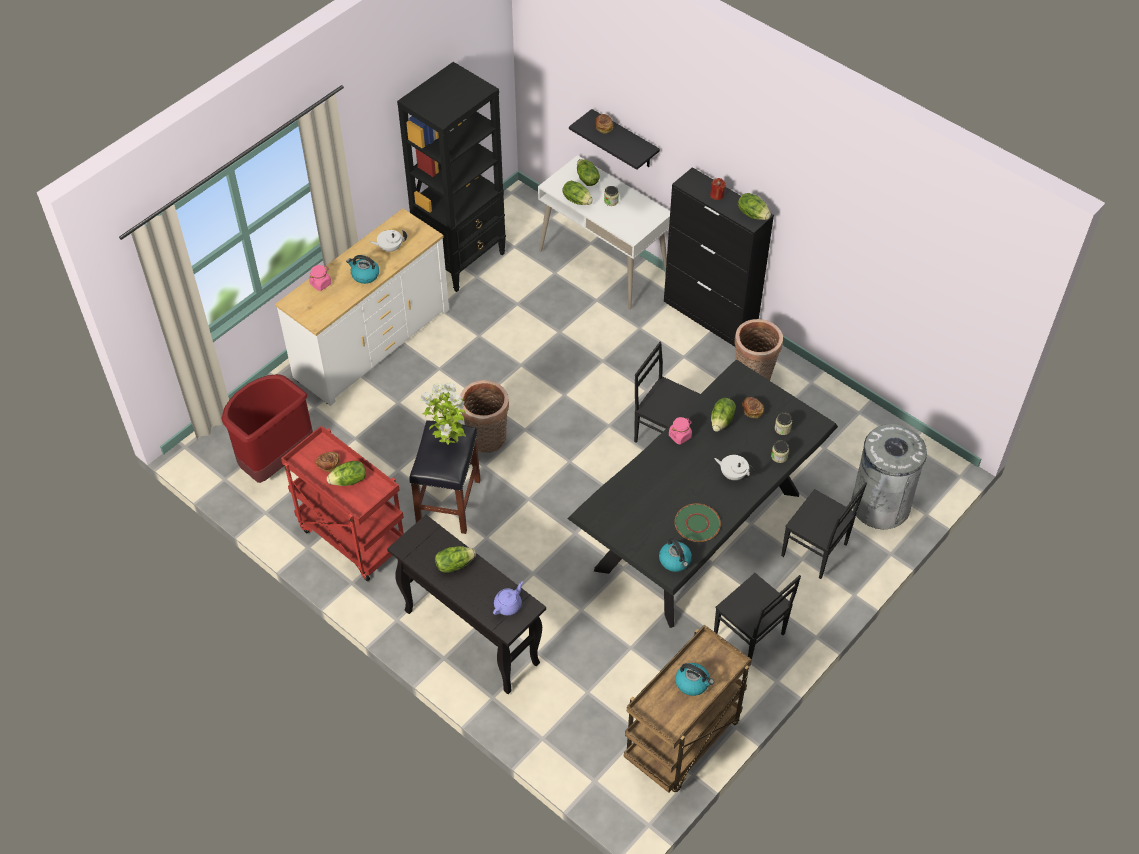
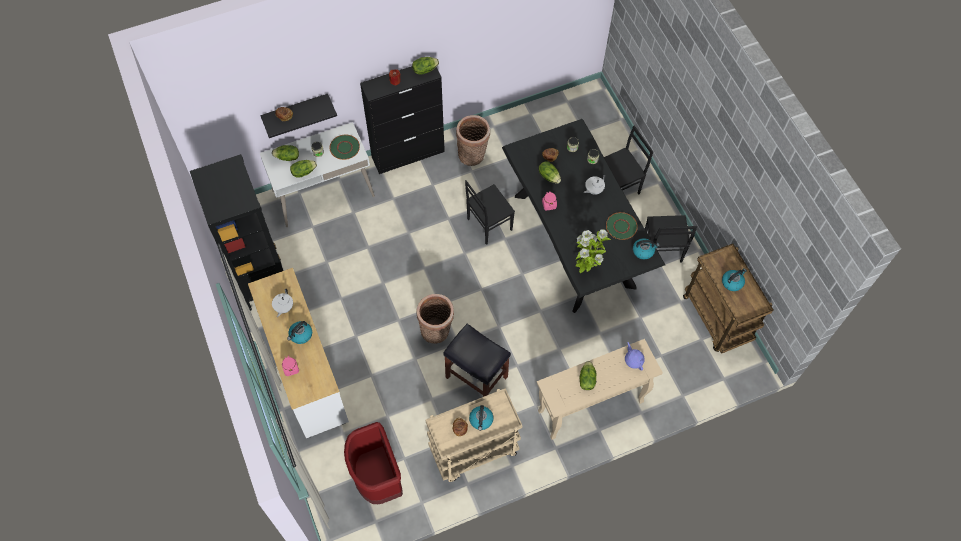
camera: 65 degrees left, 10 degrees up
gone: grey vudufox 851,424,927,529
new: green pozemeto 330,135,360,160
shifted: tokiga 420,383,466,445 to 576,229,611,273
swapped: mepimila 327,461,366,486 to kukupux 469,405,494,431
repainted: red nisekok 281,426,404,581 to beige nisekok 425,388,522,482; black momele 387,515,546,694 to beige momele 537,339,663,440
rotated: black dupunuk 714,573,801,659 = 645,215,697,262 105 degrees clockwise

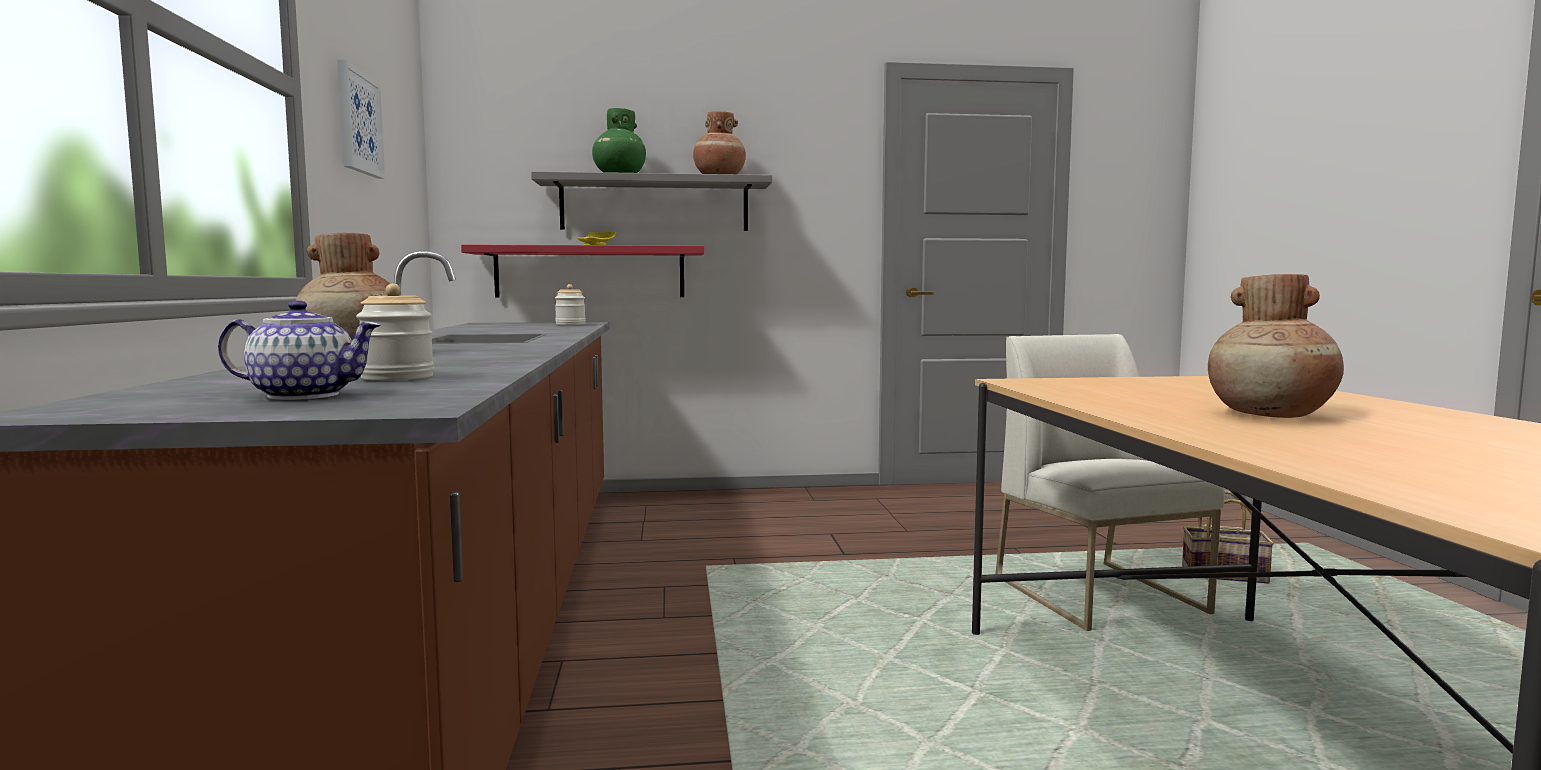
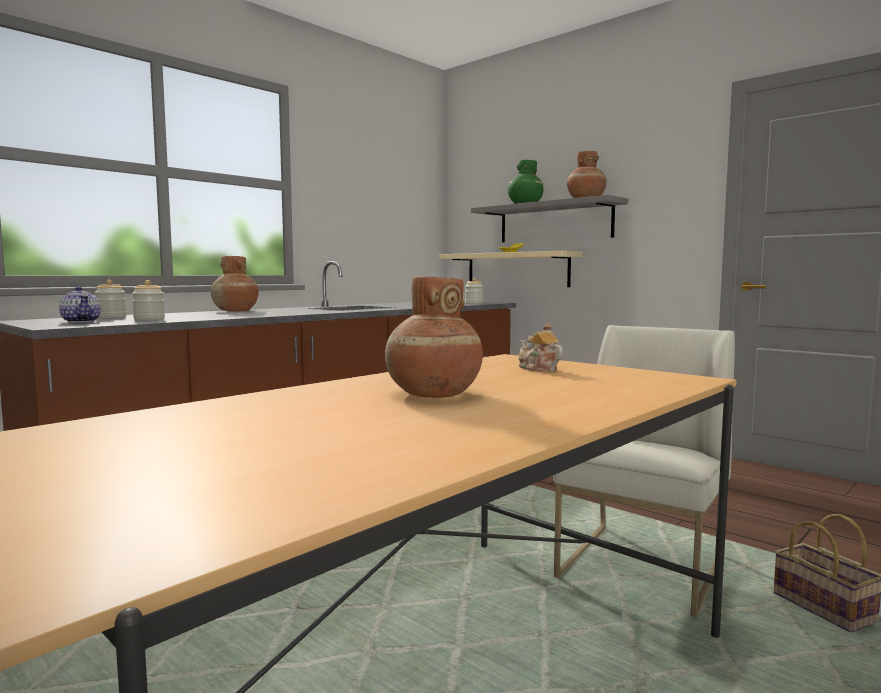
camera: 50 degrees right, 0 degrees up
gone: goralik 337,60,385,179
new: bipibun 94,280,127,318; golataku 518,323,563,372
repainted: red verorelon 461,244,704,297 to beige verorelon 439,251,583,287

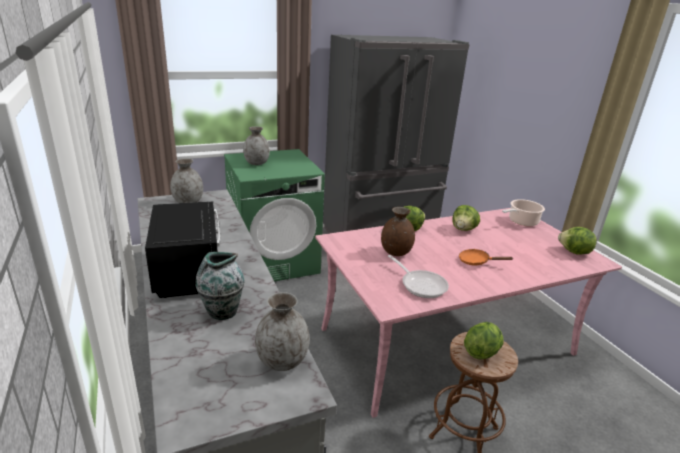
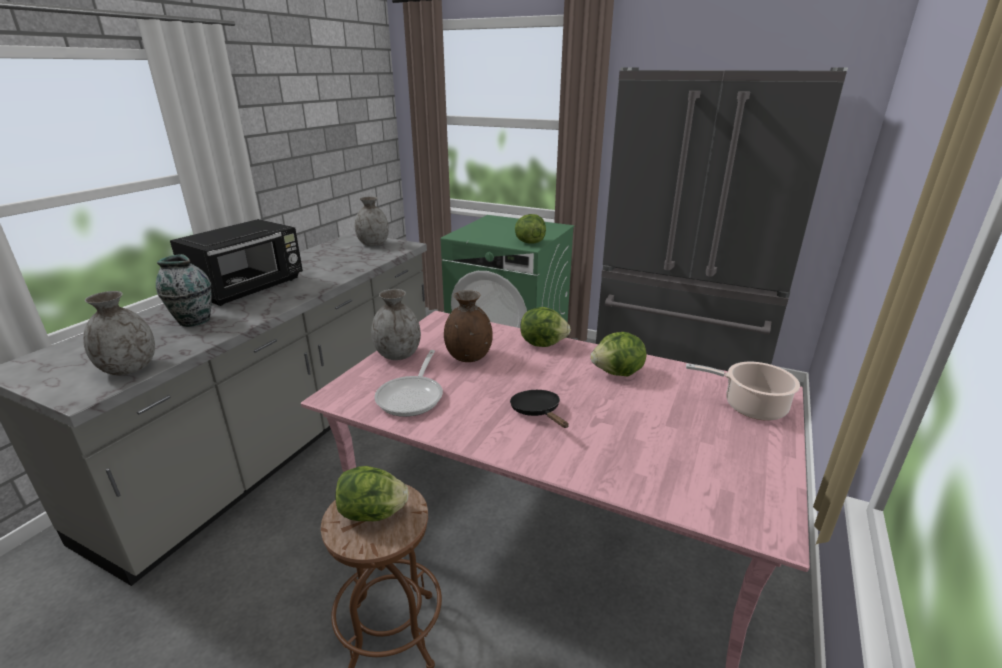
camera: 50 degrees right, 0 degrees up
shifted: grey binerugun 243,126,270,165 to 371,289,421,360; mepimila 558,227,597,255 to 515,214,546,244
repainted: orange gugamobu 459,249,514,265 to black gugamobu 510,390,569,428

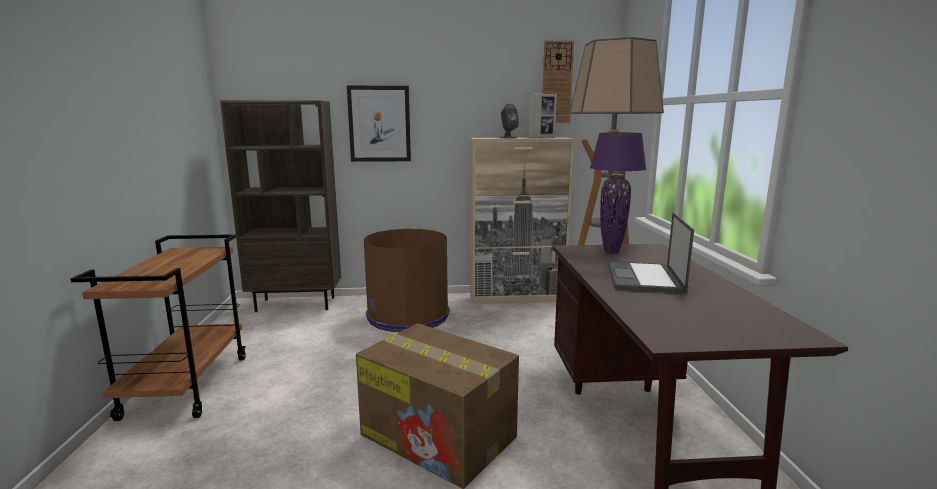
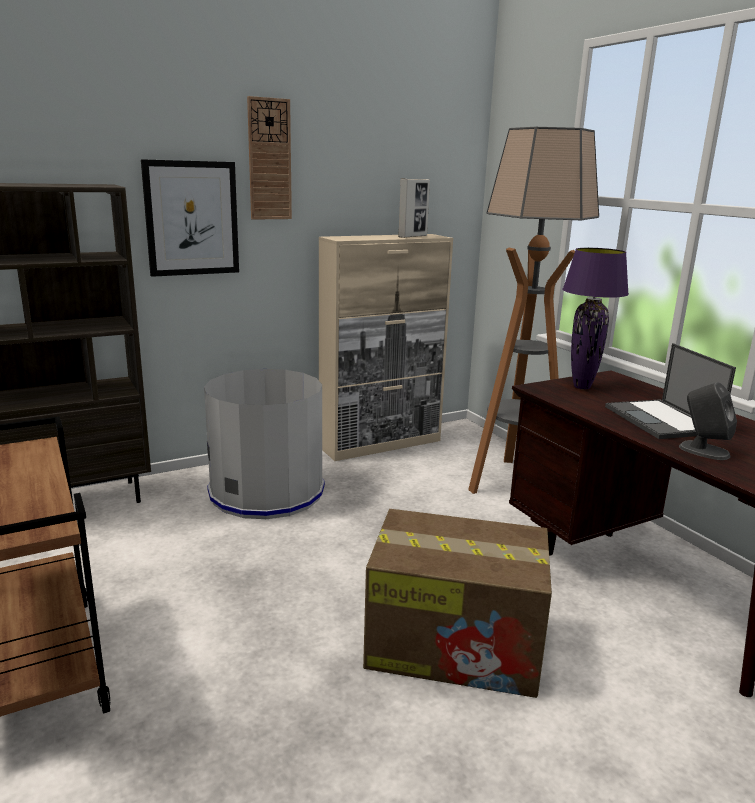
camera: 25 degrees left, 5 degrees up
shifted: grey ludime 500,103,519,138 to 679,382,737,460; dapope 542,40,574,123 to 247,96,292,220
repainted: brown vudufox 364,229,449,332 to grey vudufox 204,369,325,519

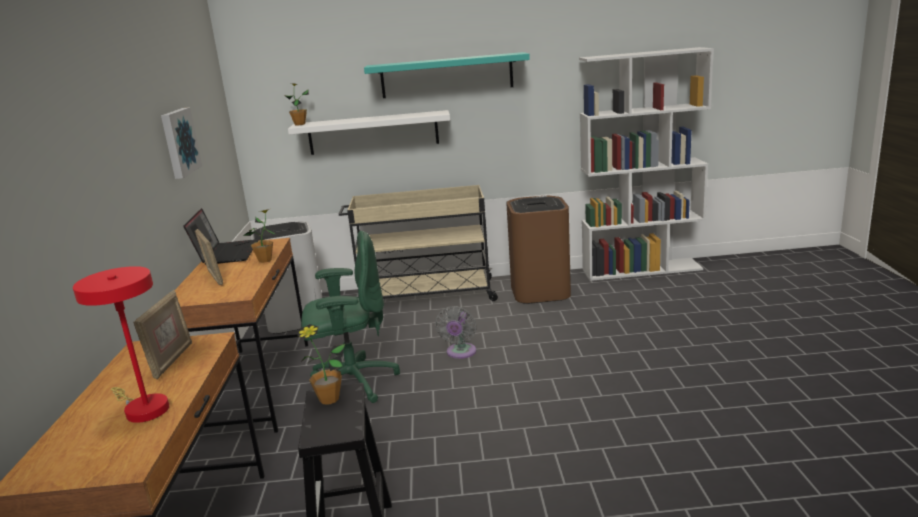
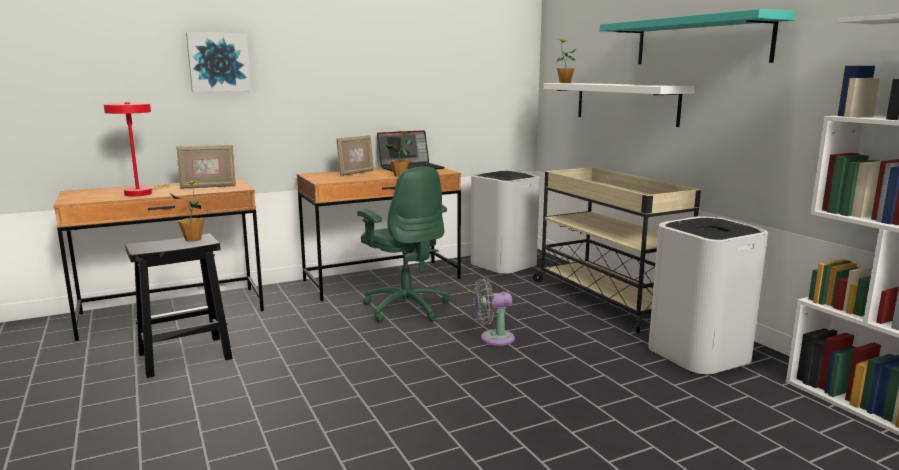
camera: 65 degrees right, 5 degrees down
shifted: goralik 161,107,202,179 to 186,32,251,92
repainted: brown vudufox 506,195,571,304 to white vudufox 648,216,768,375

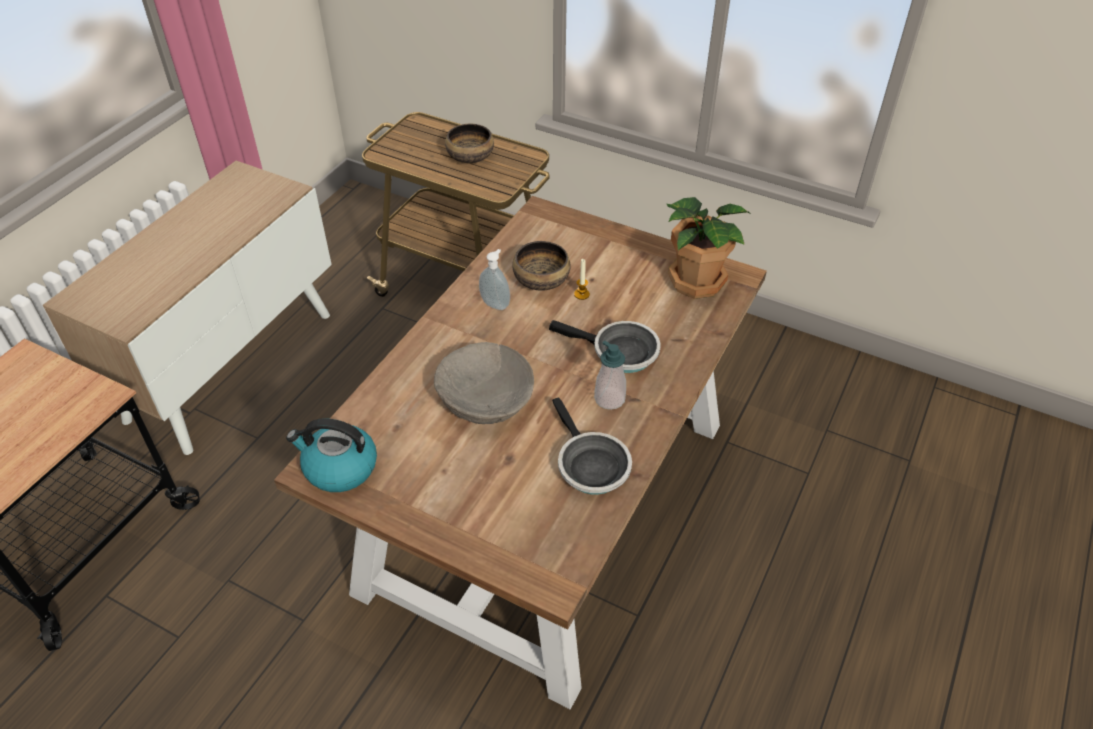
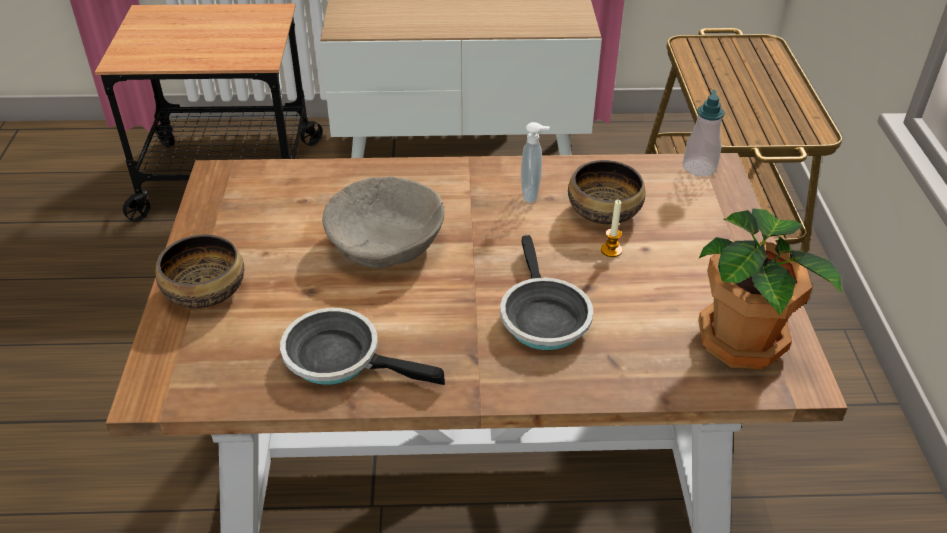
camera: 60 degrees right, 5 degrees down
gone: kukupux 286,418,377,492
shifted: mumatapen 445,124,494,163 to 155,234,244,308; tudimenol 594,341,626,410 to 683,90,725,176
rotated: gugamobu 552,397,632,495 = 280,308,445,385 75 degrees clockwise

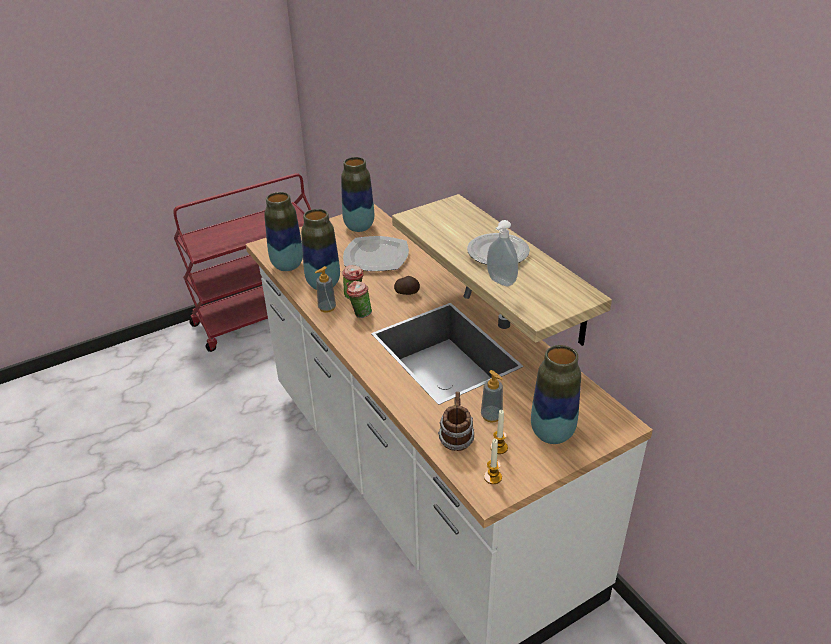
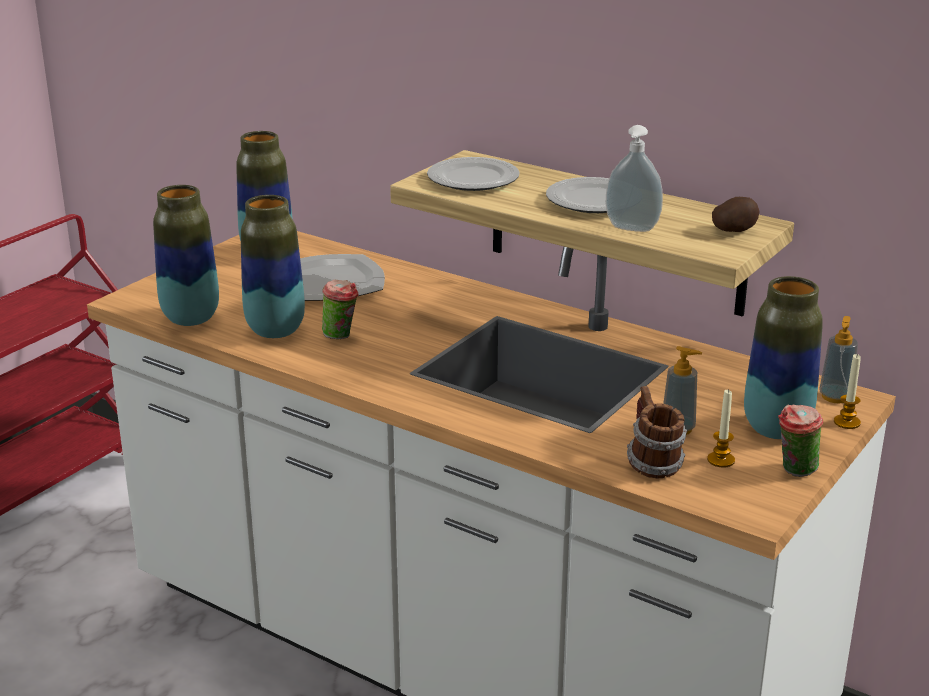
camera: 25 degrees left, 10 degrees down
new: pozemeto 427,157,520,191
shifted: tudimenol 315,266,336,313 to 819,316,858,403; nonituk 346,281,372,318 to 778,405,823,477; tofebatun 394,276,420,295 to 712,197,760,232; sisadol 484,439,502,484 to 834,354,861,429

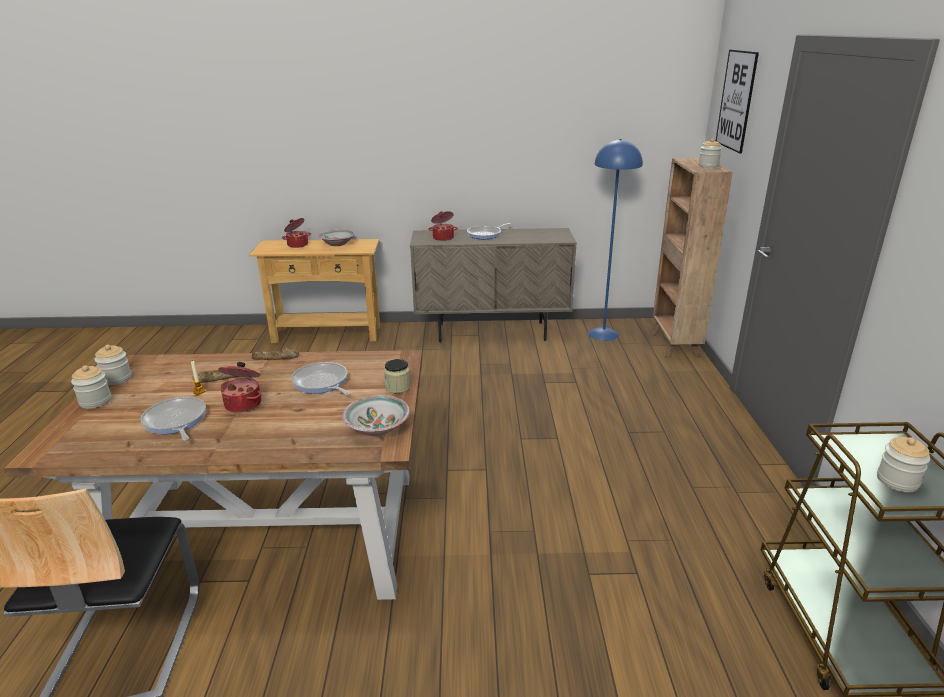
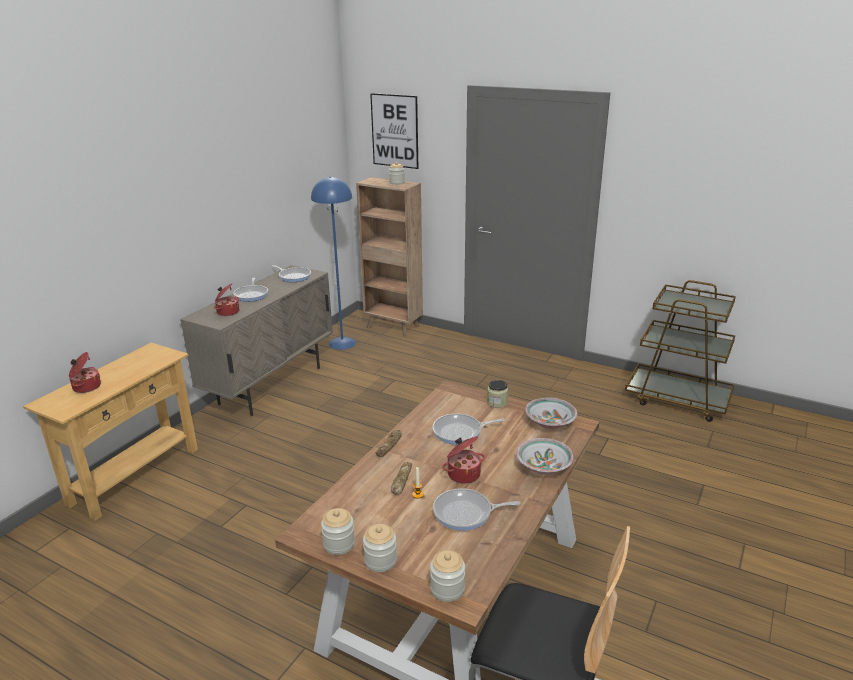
camera: 60 degrees left, 0 degrees up
new: gugamobu 272,265,311,282
shifted: mumatapen 318,229,355,246 to 516,438,574,475; bipibun 877,437,930,492 to 430,550,465,602

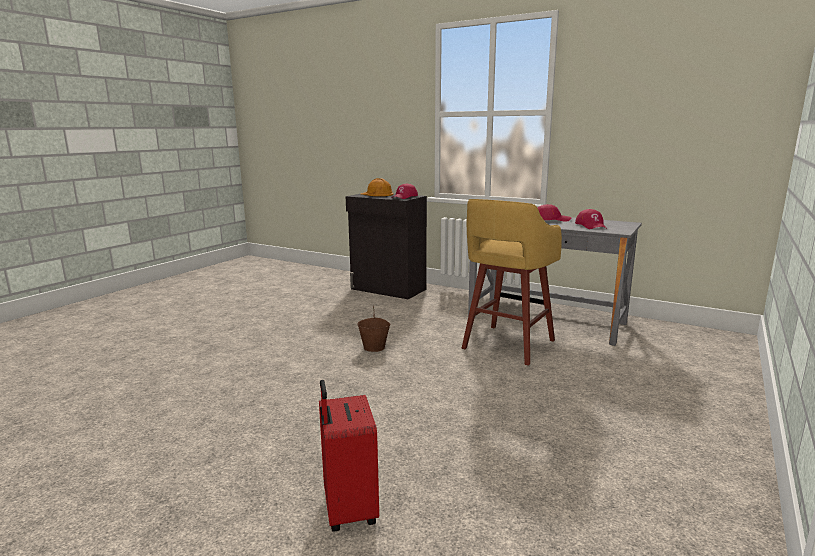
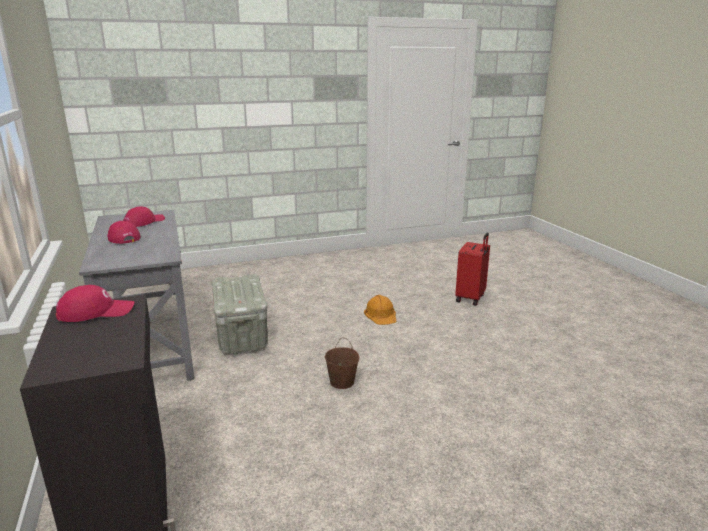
camera: 140 degrees left, 5 degrees up
shifted: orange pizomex 361,178,394,196 to 364,295,397,325
swapped: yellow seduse 462,199,562,366 to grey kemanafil 212,274,268,355

